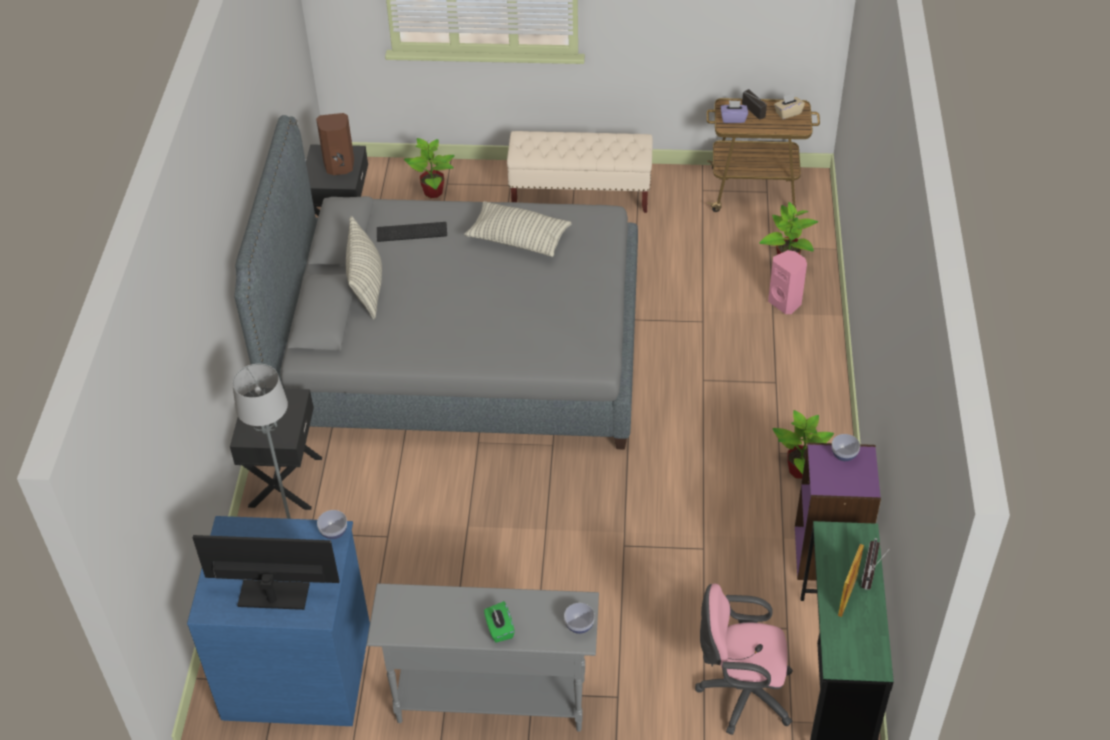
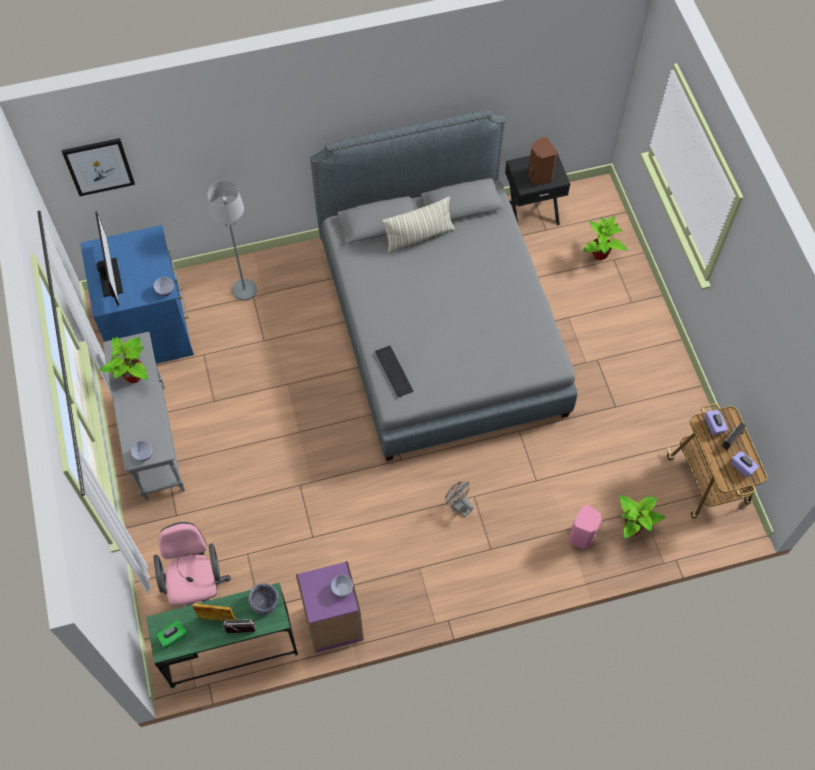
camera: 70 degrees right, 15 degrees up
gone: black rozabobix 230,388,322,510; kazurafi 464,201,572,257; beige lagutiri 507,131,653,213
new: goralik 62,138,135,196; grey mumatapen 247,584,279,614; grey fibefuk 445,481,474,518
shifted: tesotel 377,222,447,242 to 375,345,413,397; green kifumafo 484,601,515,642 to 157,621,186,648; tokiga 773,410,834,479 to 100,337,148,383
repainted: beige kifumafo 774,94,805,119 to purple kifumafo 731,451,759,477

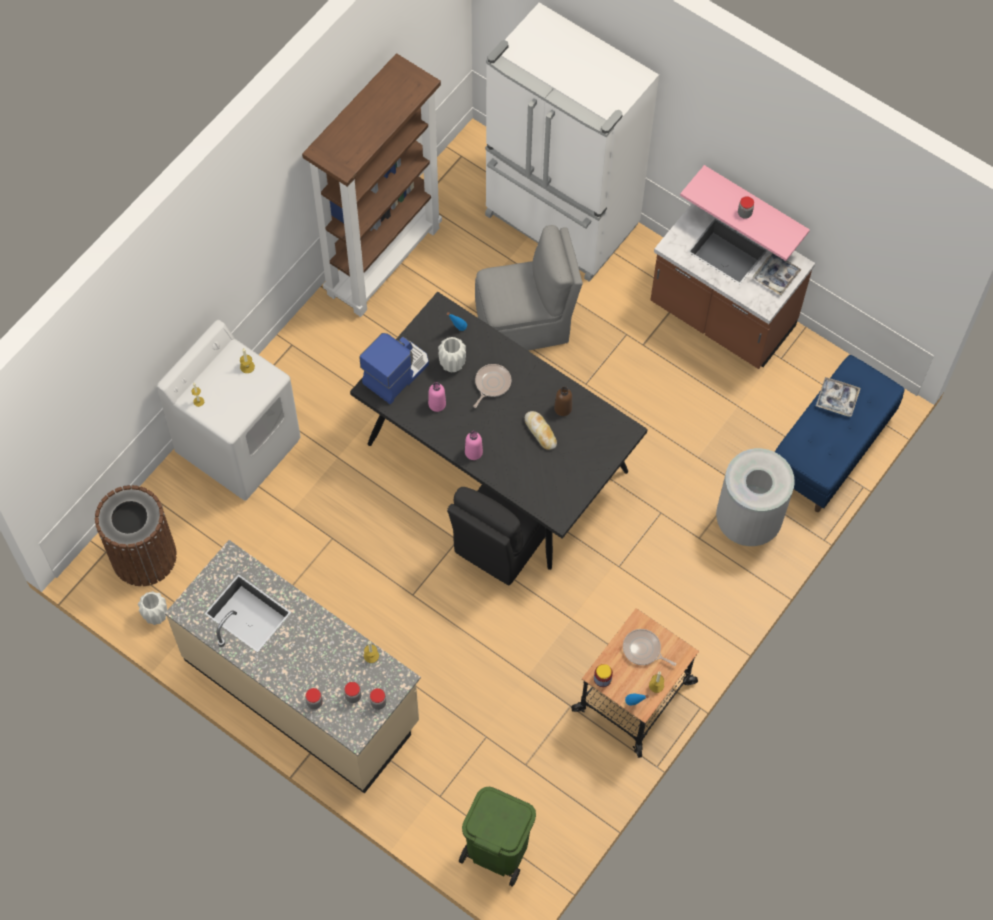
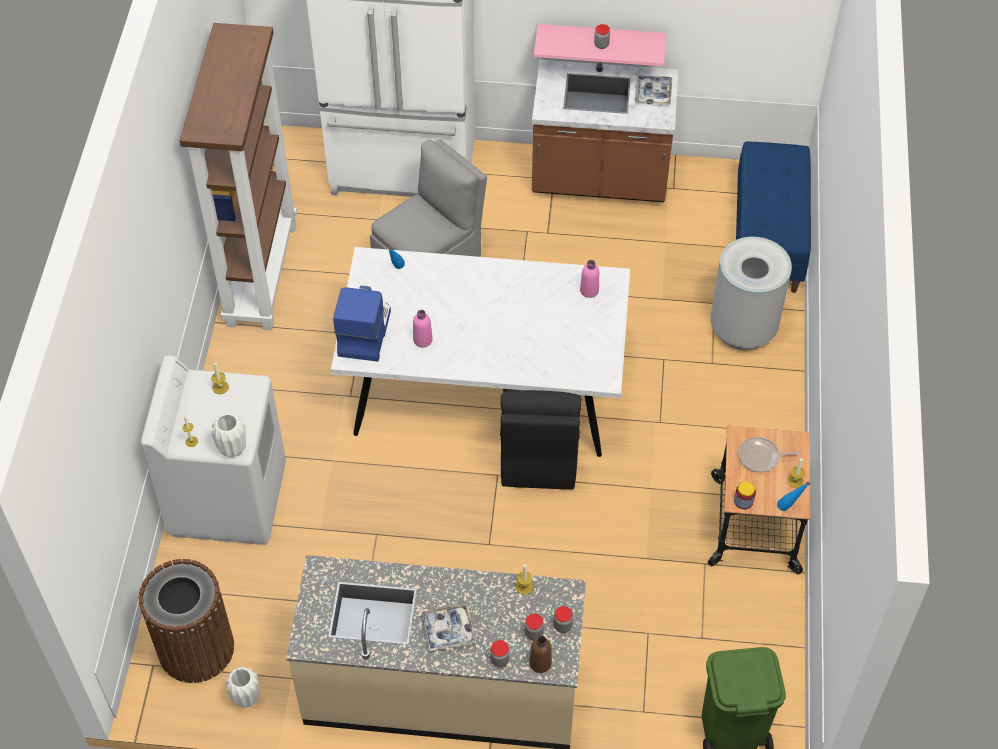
camera: 30 degrees left, 10 degrees down
gone: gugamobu 474,364,511,408; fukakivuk 525,411,557,450
shifted: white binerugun 438,337,466,372 to 211,413,246,457; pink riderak 465,431,483,460 to 580,260,599,298; brown riderak 554,387,572,416 to 529,636,552,673; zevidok 816,377,861,417 to 422,603,476,651
repainted: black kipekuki 350,291,648,570 to white kipekuki 331,247,630,457

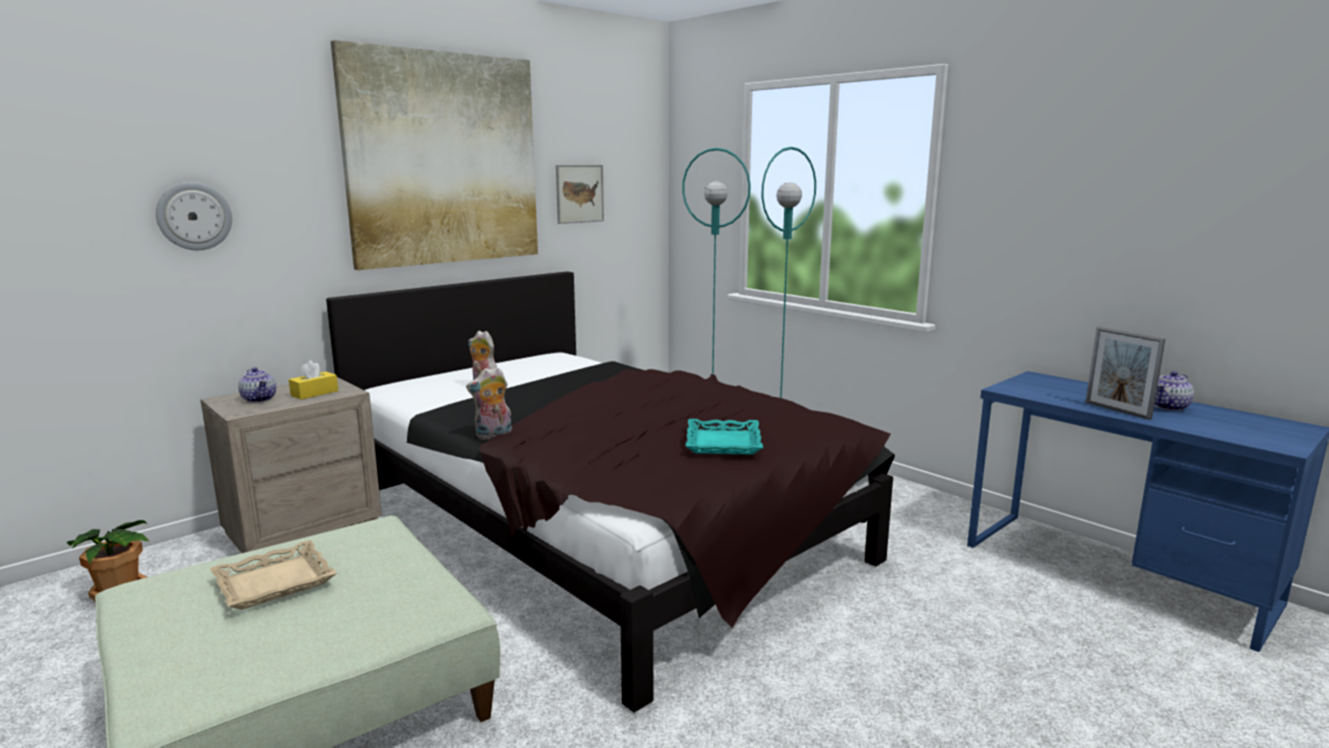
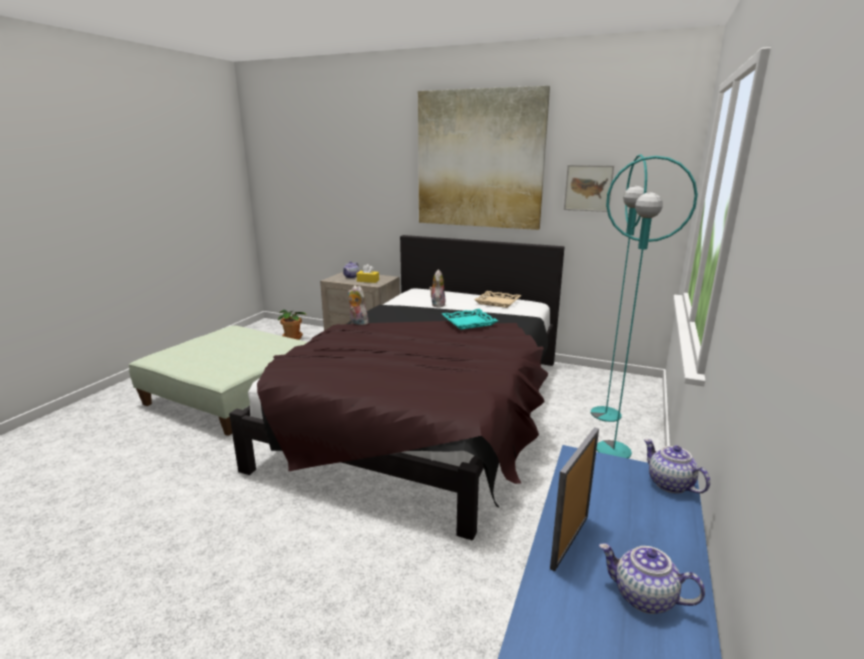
camera: 65 degrees right, 5 degrees up
gone: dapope 156,182,232,250
new: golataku 644,439,710,494
shifted: beige zevidok 210,540,337,610 to 474,291,521,308; turquoise zevidok 686,419,763,455 to 442,309,498,330

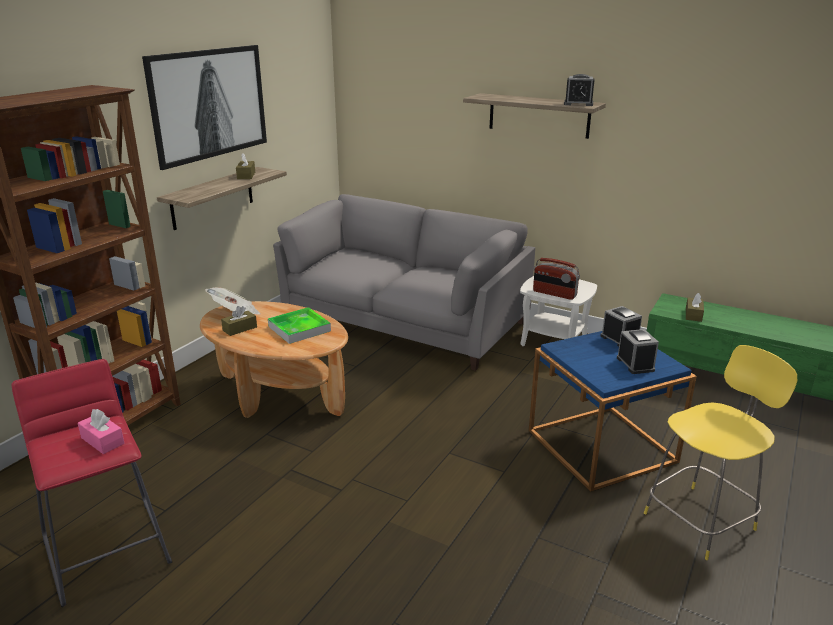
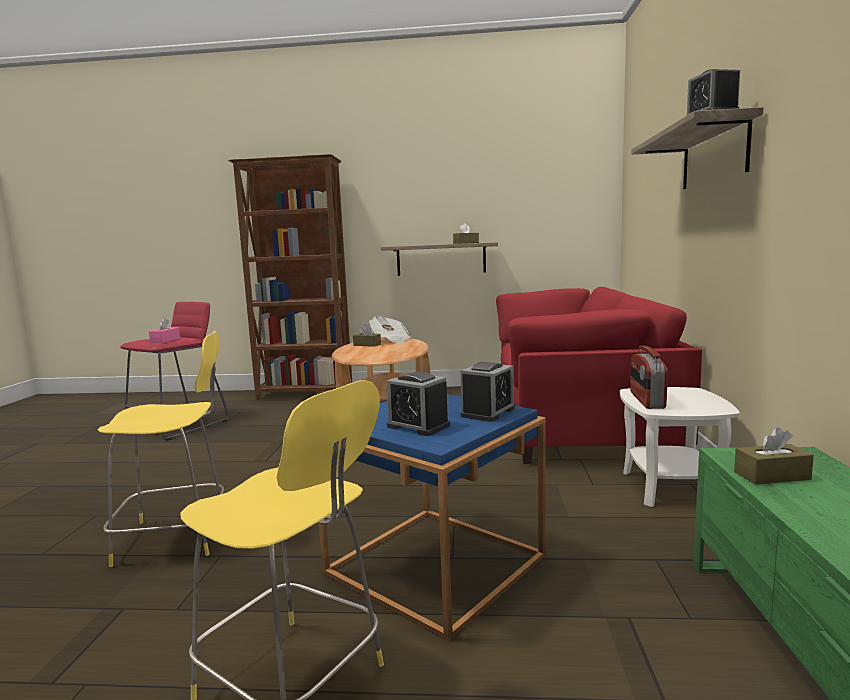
camera: 65 degrees right, 15 degrees down
gone: goralik 142,45,267,170; zevidok 268,307,331,344
new: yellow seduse 98,331,224,567
repainted: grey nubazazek 273,194,535,371 to red nubazazek 496,287,702,464
rotated: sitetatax 617,329,659,374 = 387,371,450,436 75 degrees clockwise

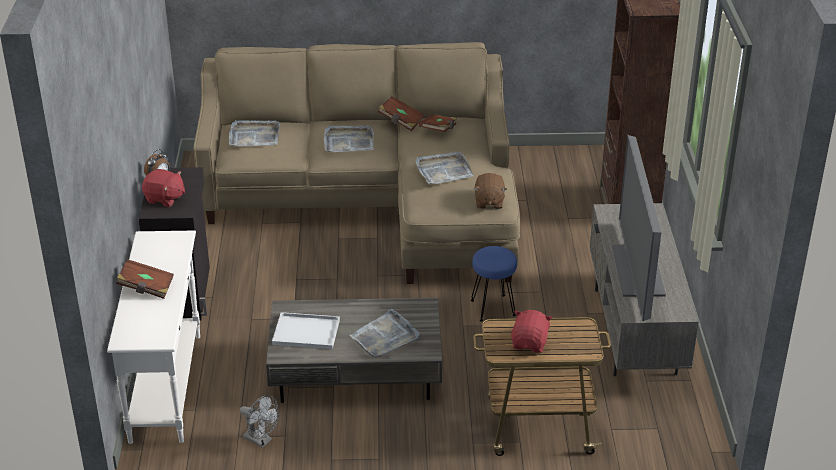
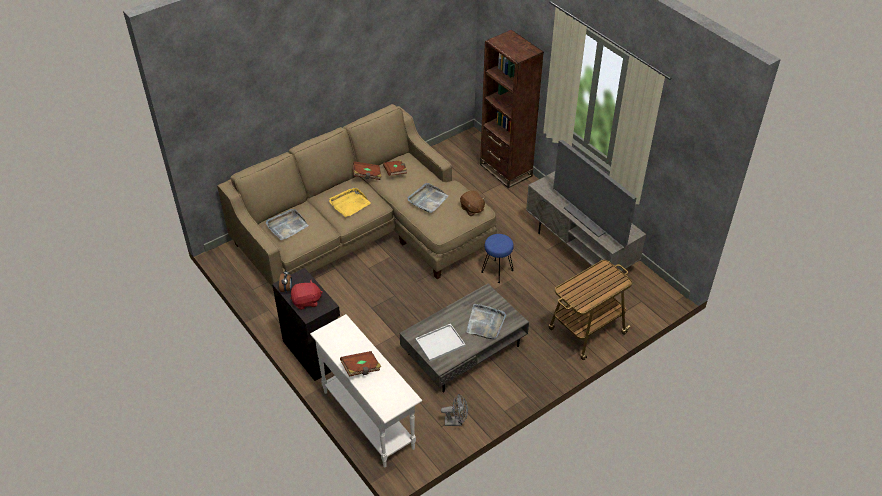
camera: 35 degrees left, 10 degrees up
gone: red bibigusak 511,310,553,353
repainted: grey zevidok 324,125,374,152 to yellow zevidok 329,187,371,217

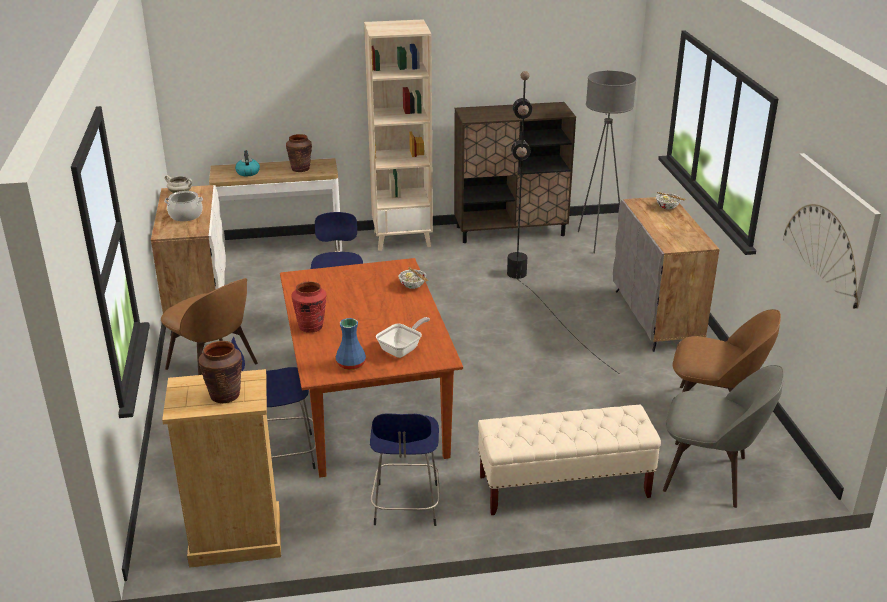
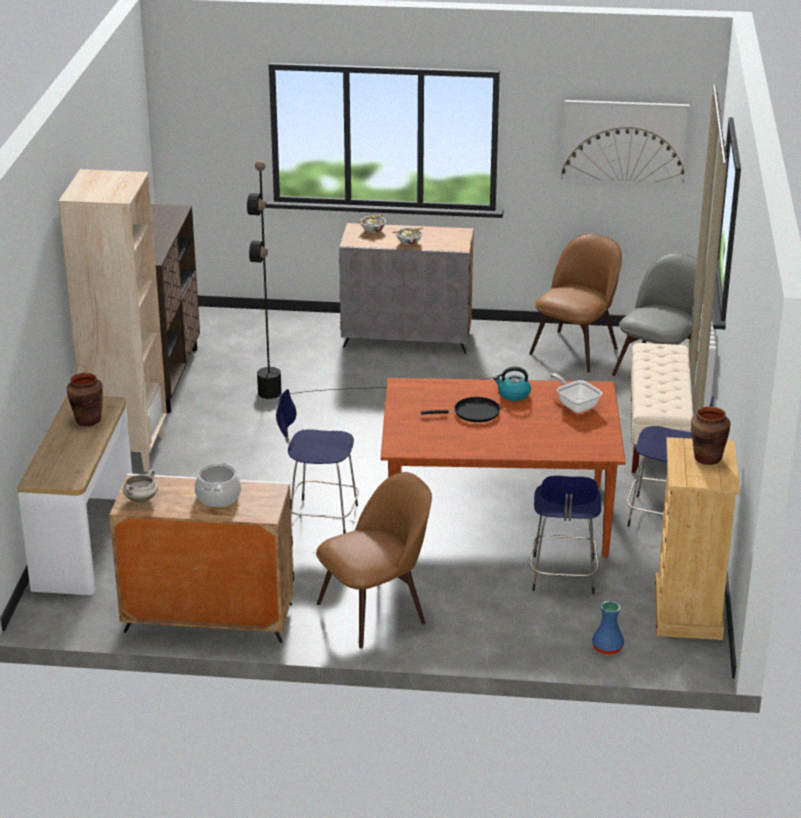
camera: 75 degrees left, 0 degrees up
gone: red binerugun 291,282,327,333; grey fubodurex 578,71,637,253
new: black gugamobu 421,397,500,422
shifted: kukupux 235,150,260,176 to 493,366,531,401; blue binerugun 336,318,366,370 to 592,601,624,655; mumatapen 399,267,429,289 to 392,227,423,245

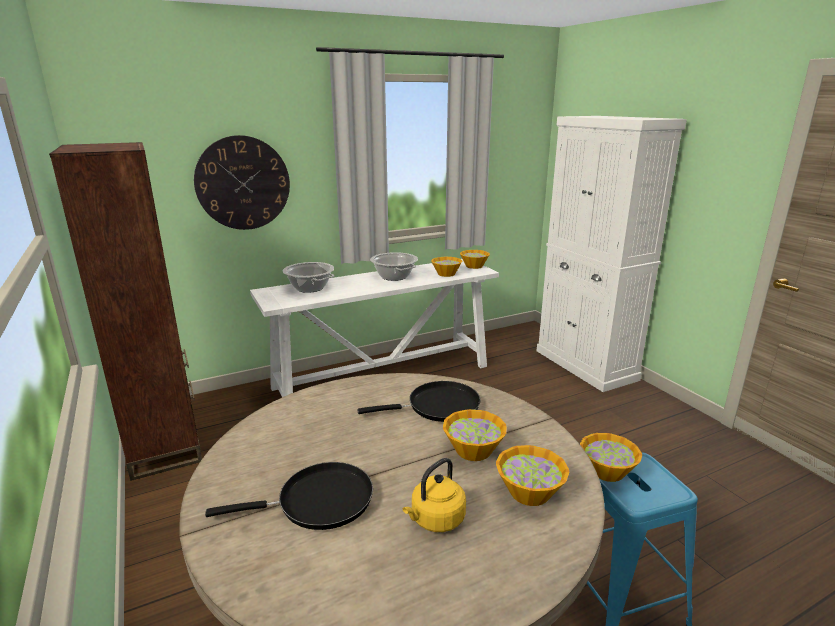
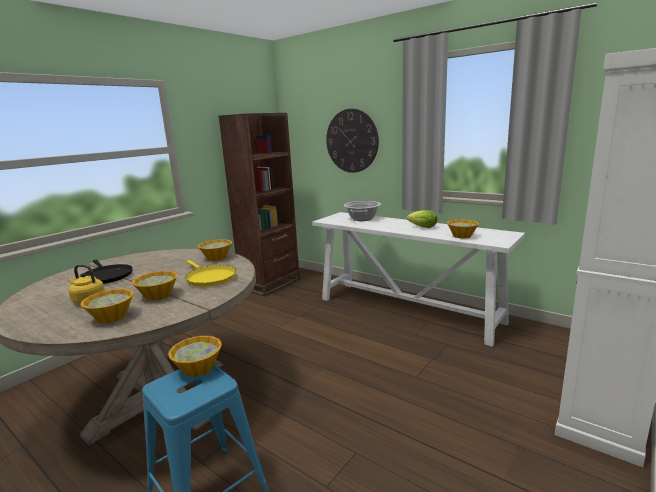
camera: 65 degrees right, 5 degrees down
shifted: mumatapen 460,250,490,269 to 198,239,232,261
swapped: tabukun 370,252,418,281 to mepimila 407,210,437,228
repainted: black gugamobu 357,381,481,422 to yellow gugamobu 185,260,236,287

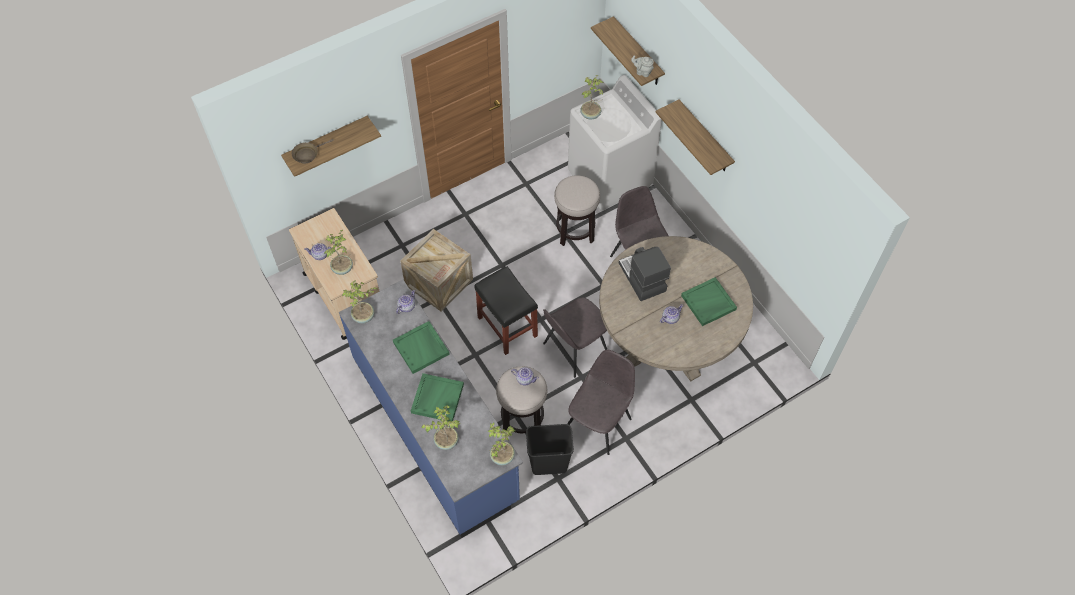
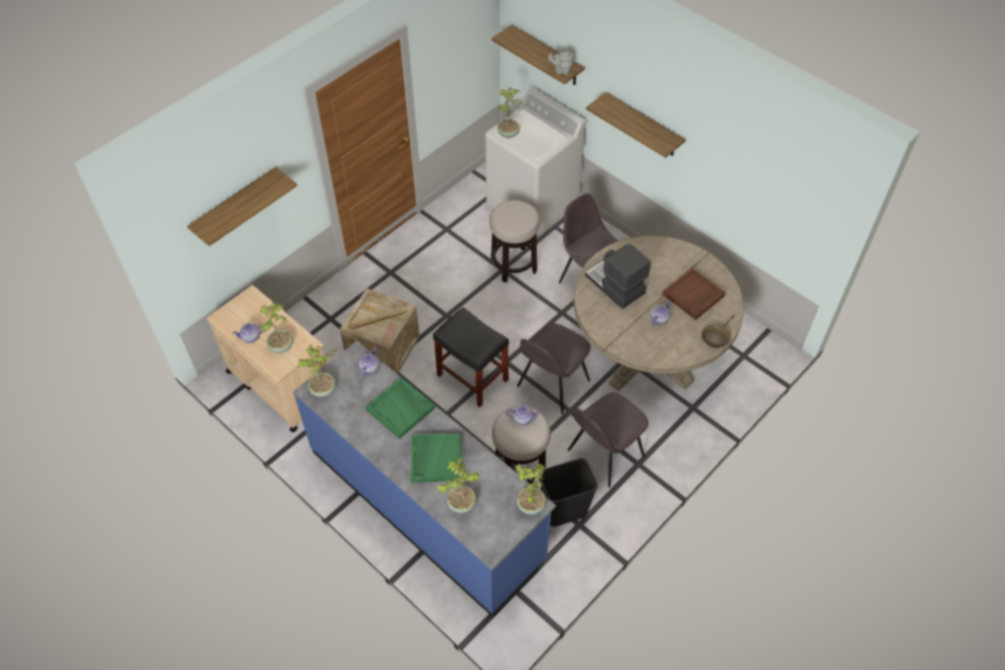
camera: 15 degrees left, 5 degrees down
shifted: brown gugamobu 292,139,334,164 to 701,315,735,348
repainted: green zevidok 681,277,737,326 to brown zevidok 662,268,726,320
rotated: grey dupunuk 567,349,635,455 = 568,392,649,488 150 degrees counterclockwise

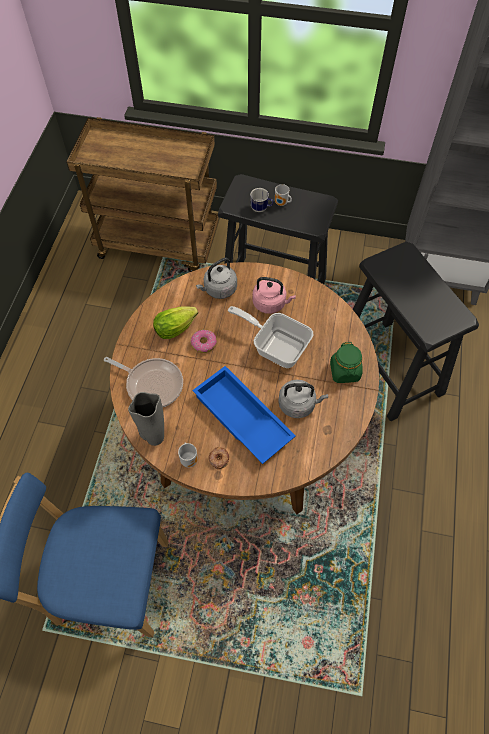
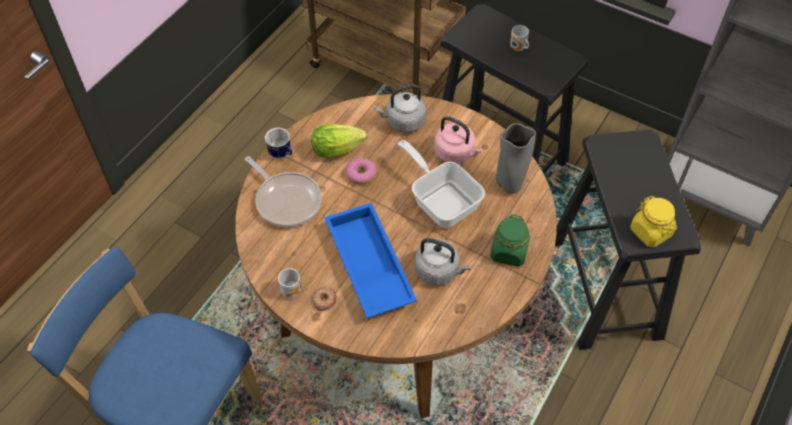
camera: 20 degrees right, 5 degrees down
new: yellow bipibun 631,196,677,248
shifted: grey binerugun 128,392,164,446 to 496,123,536,194; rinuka 250,188,273,212 to 265,128,292,159

